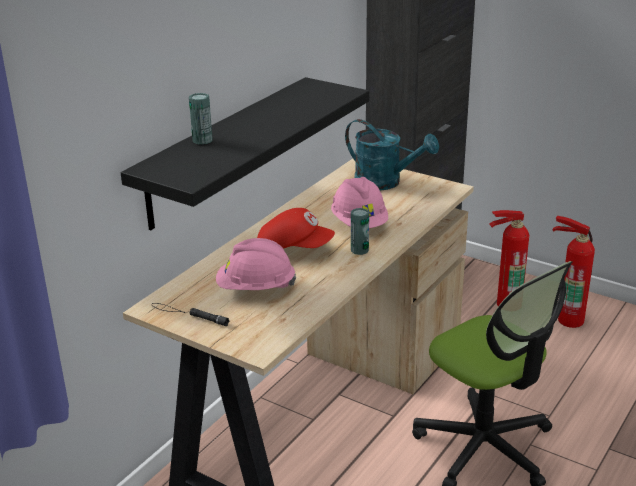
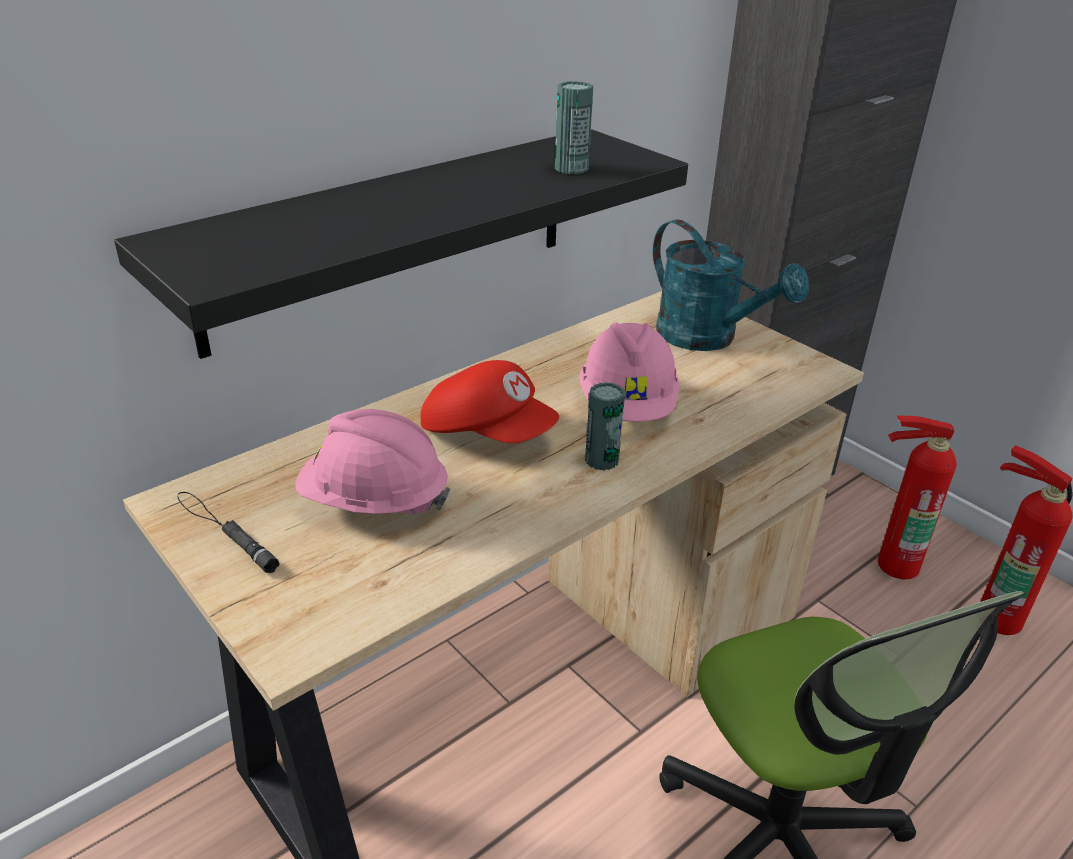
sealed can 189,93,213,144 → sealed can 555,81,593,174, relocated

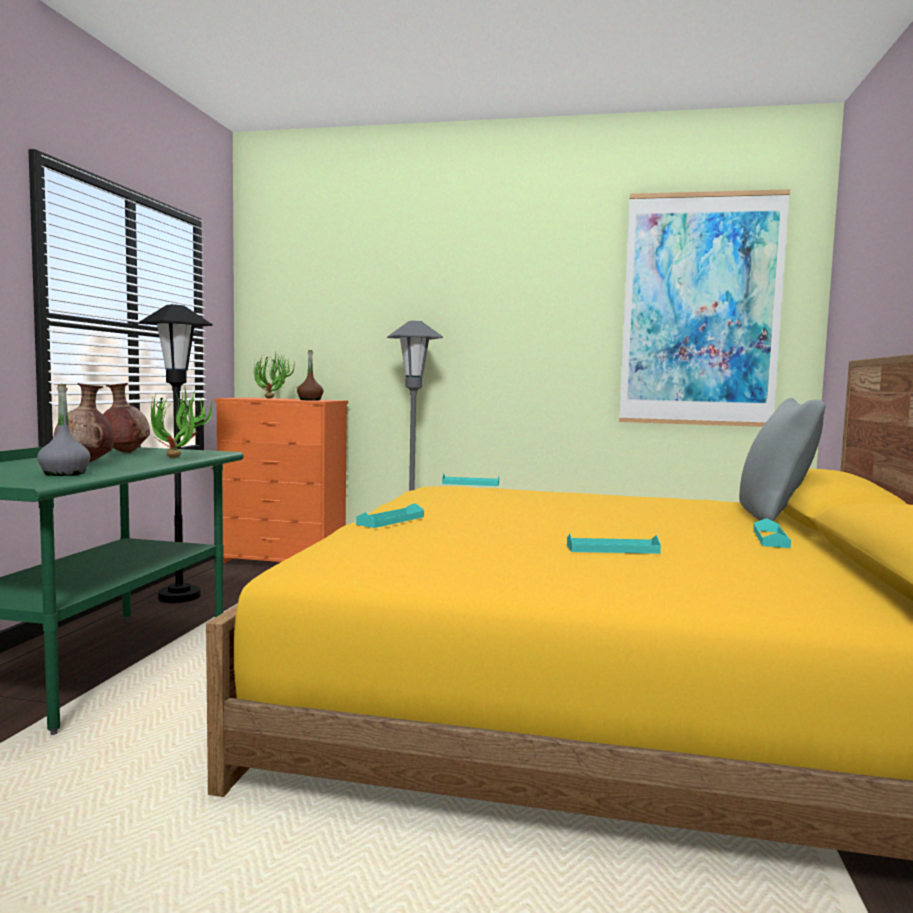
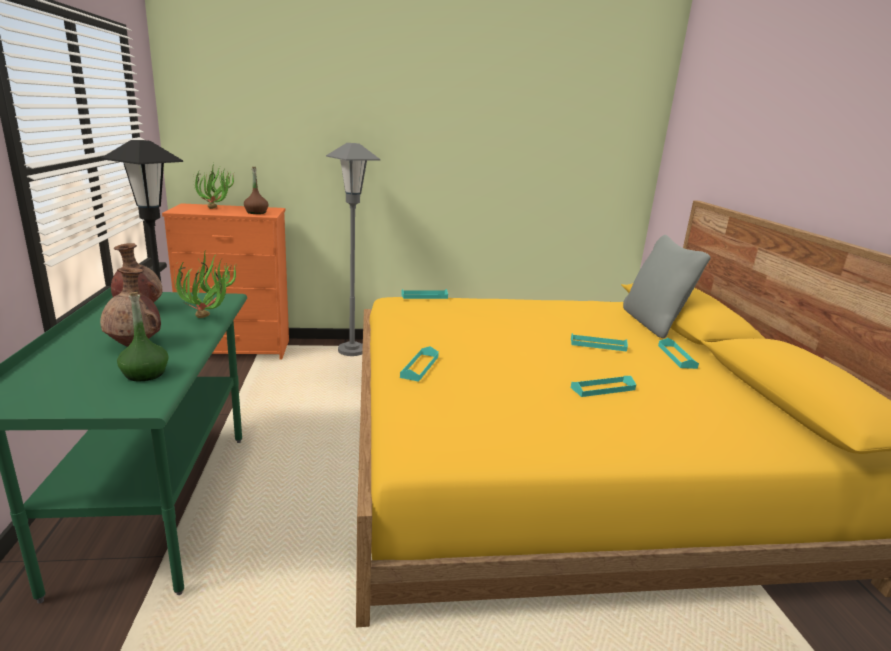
greyish bottle 37,384,91,476 → green-coloured bottle 117,292,169,381
- → turquoise tray 571,333,628,352
wall picture 619,189,790,427 → -

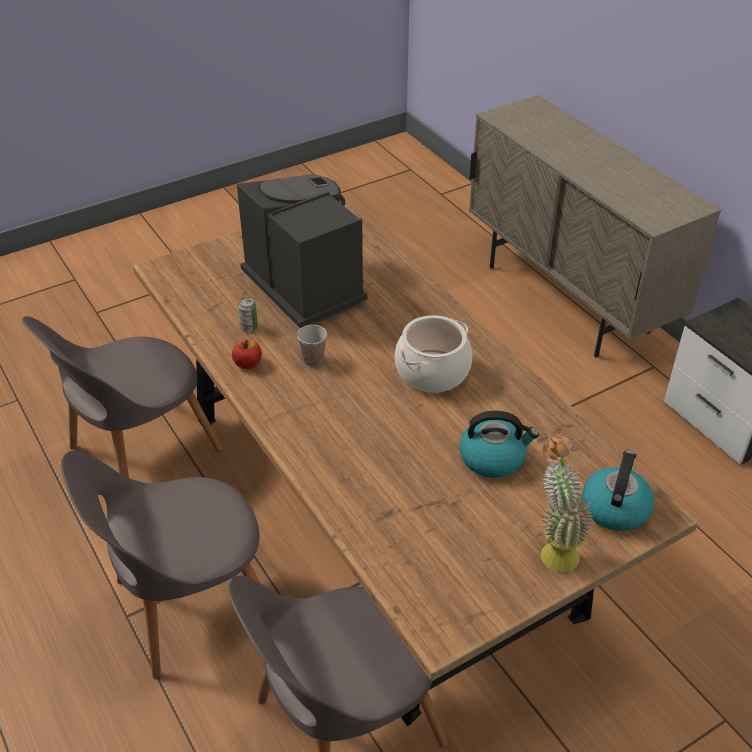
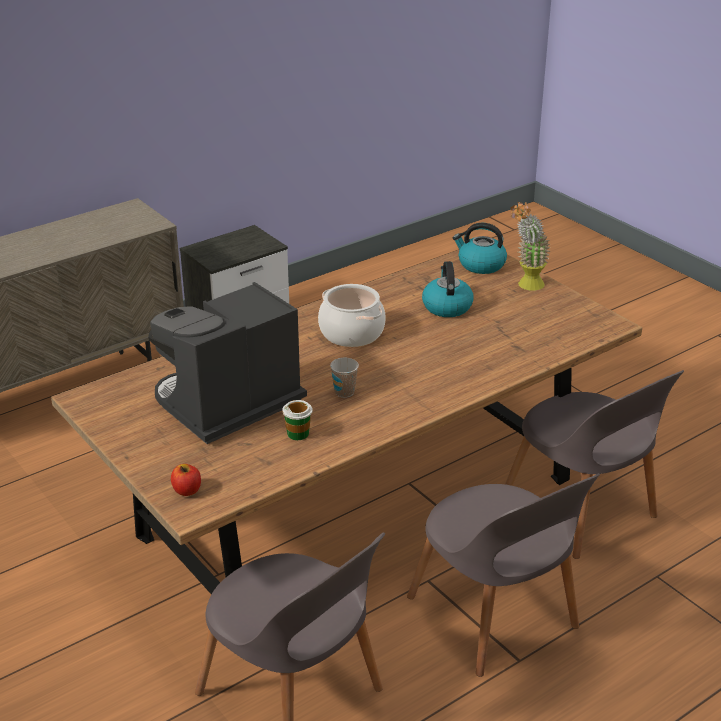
whole apple 232,340,262,369 → whole apple 171,464,201,496, relocated
sealed can 238,298,258,332 → drinking cup 282,400,313,440

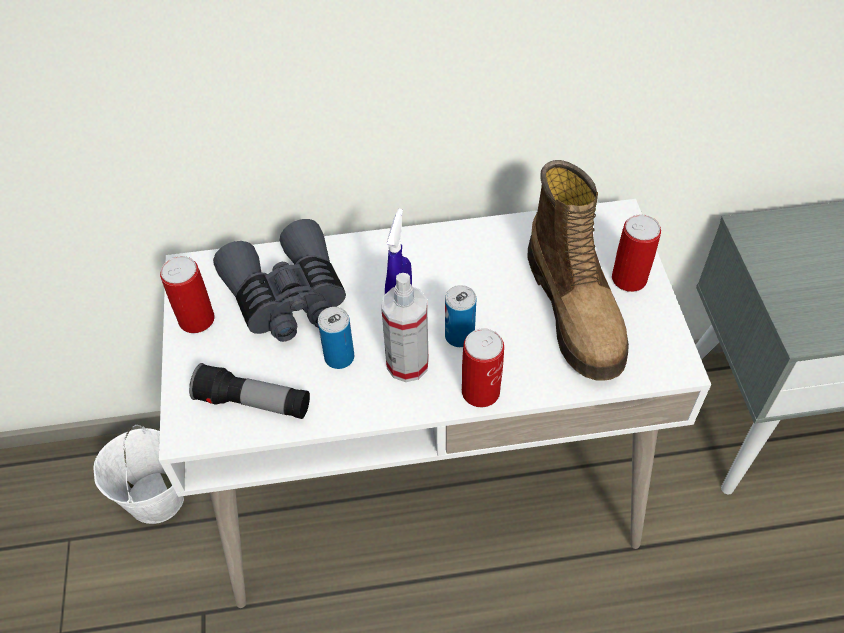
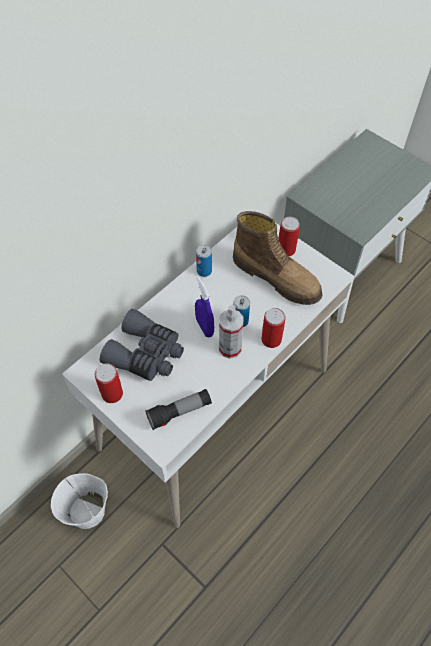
sealed can 318,307,354,369 → sealed can 196,245,212,277, relocated

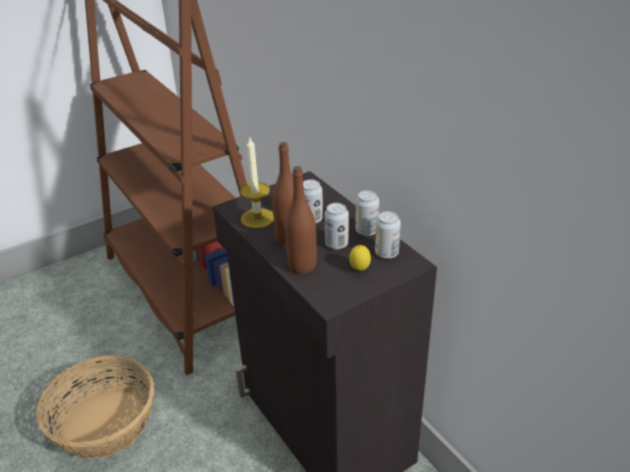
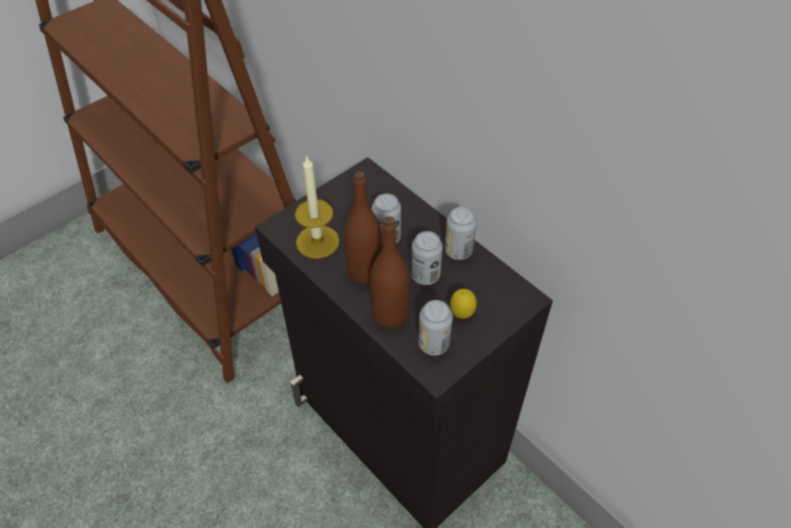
sealed can 375,211,401,259 → sealed can 418,300,453,356, relocated
storage basket 36,355,154,459 → -

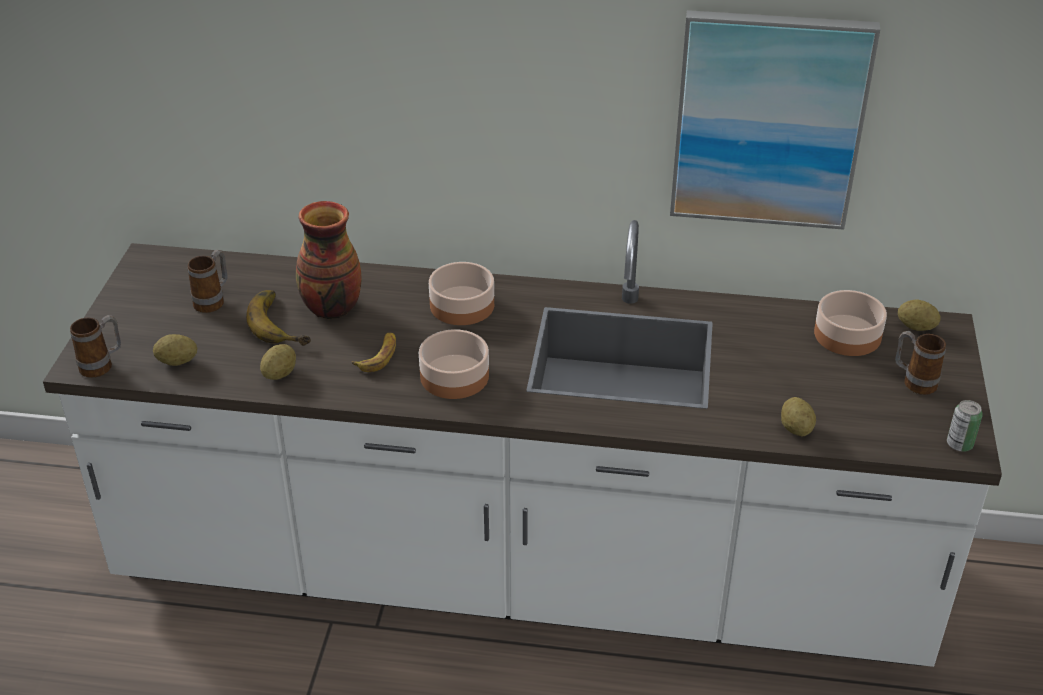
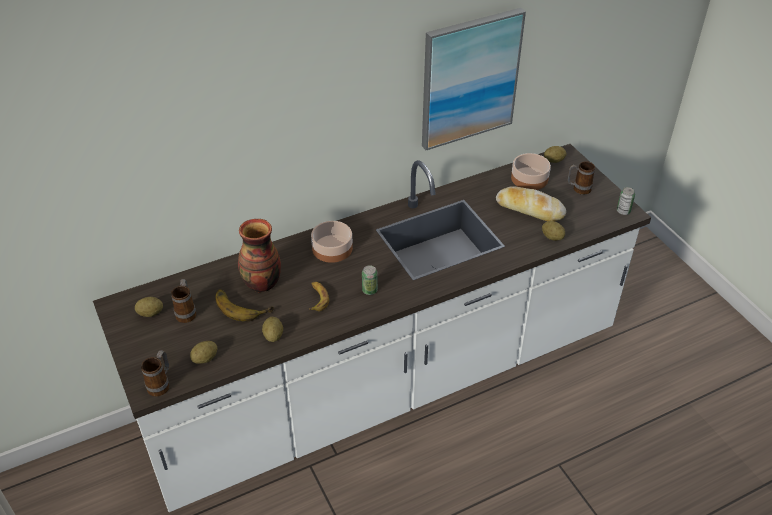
- → potato 135,297,163,317
serving bowl 419,329,489,399 → sealed can 362,265,378,295
- → bread 496,186,566,221

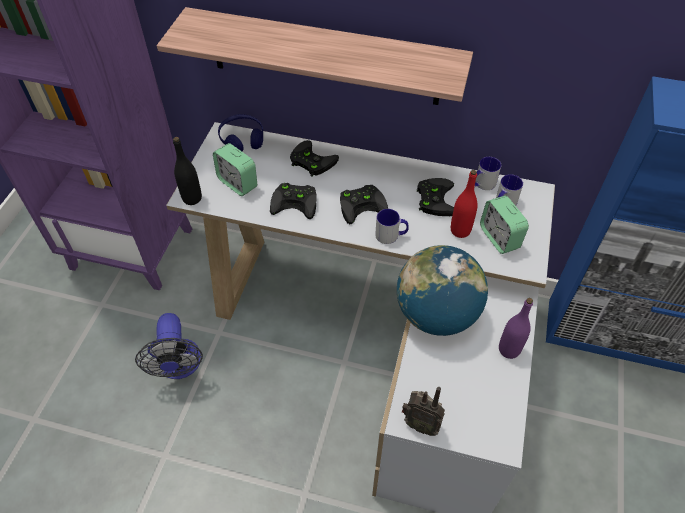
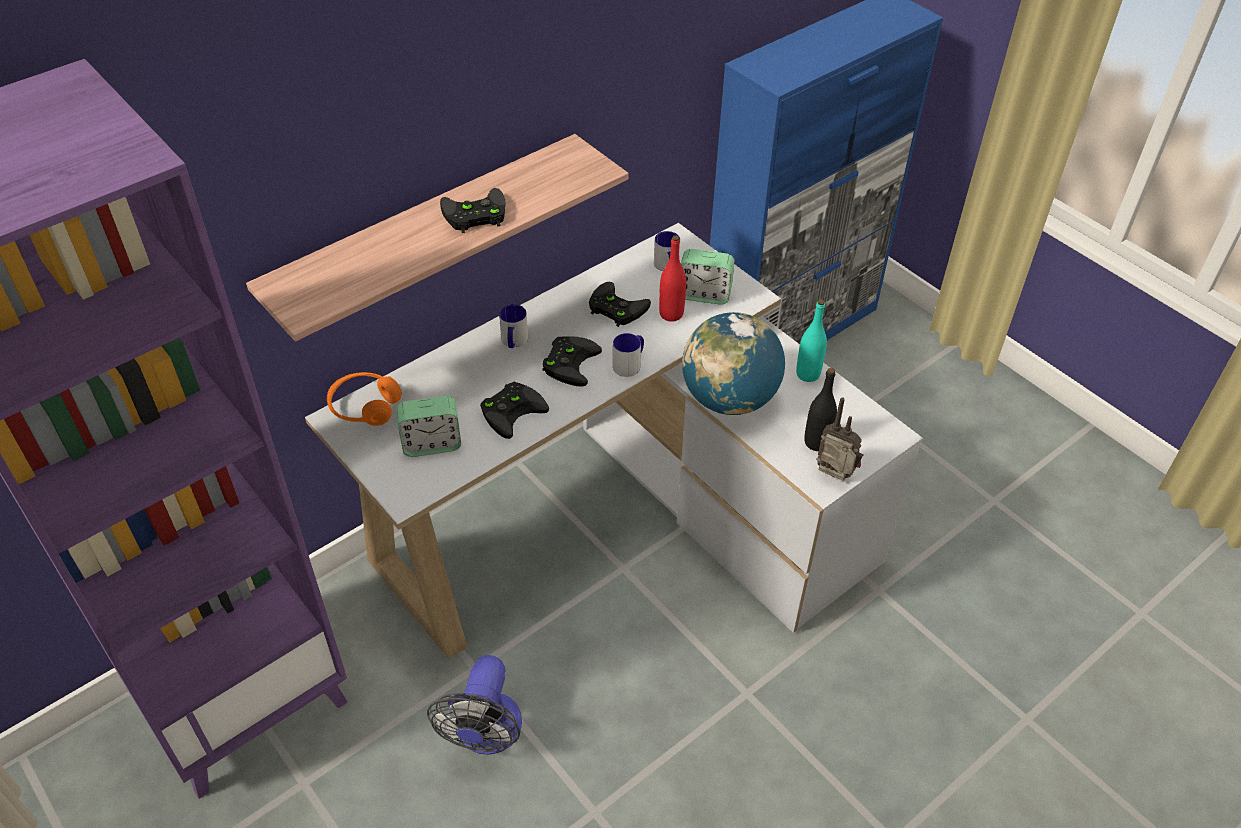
blue-coloured headset 218,114,263,151 → orange-coloured headset 327,372,402,426
fan 135,313,203,379 → fan 427,655,522,755, 75 degrees clockwise
black-coloured gamepad 290,140,339,177 → black-coloured gamepad 440,188,506,233, relocated
coffee mug 475,157,501,190 → coffee mug 499,304,528,348, relocated
purple-coloured bottle 499,298,533,359 → turquoise bottle 796,299,827,382
black-coloured bottle 173,137,202,205 → black-coloured bottle 804,368,837,451, relocated
radio 402,387,445,436 → radio 816,397,864,481, 120 degrees counterclockwise

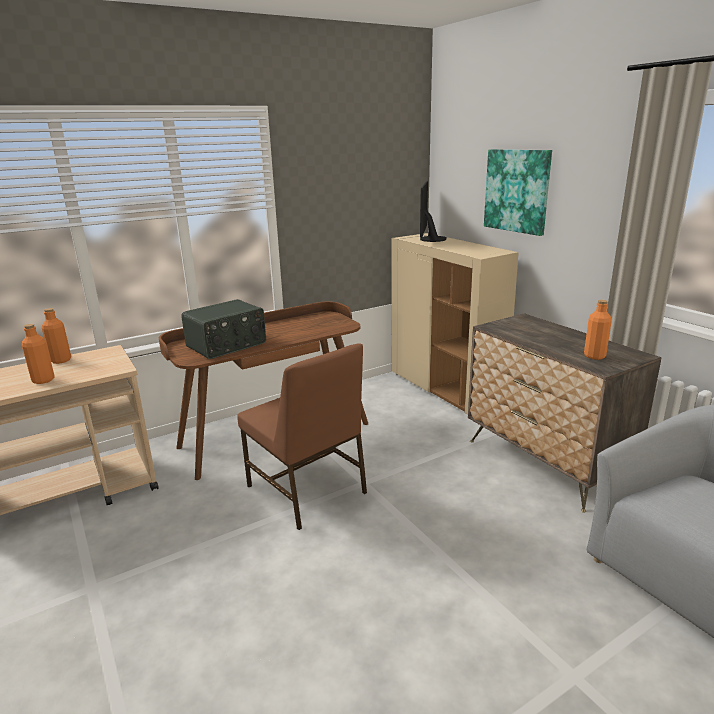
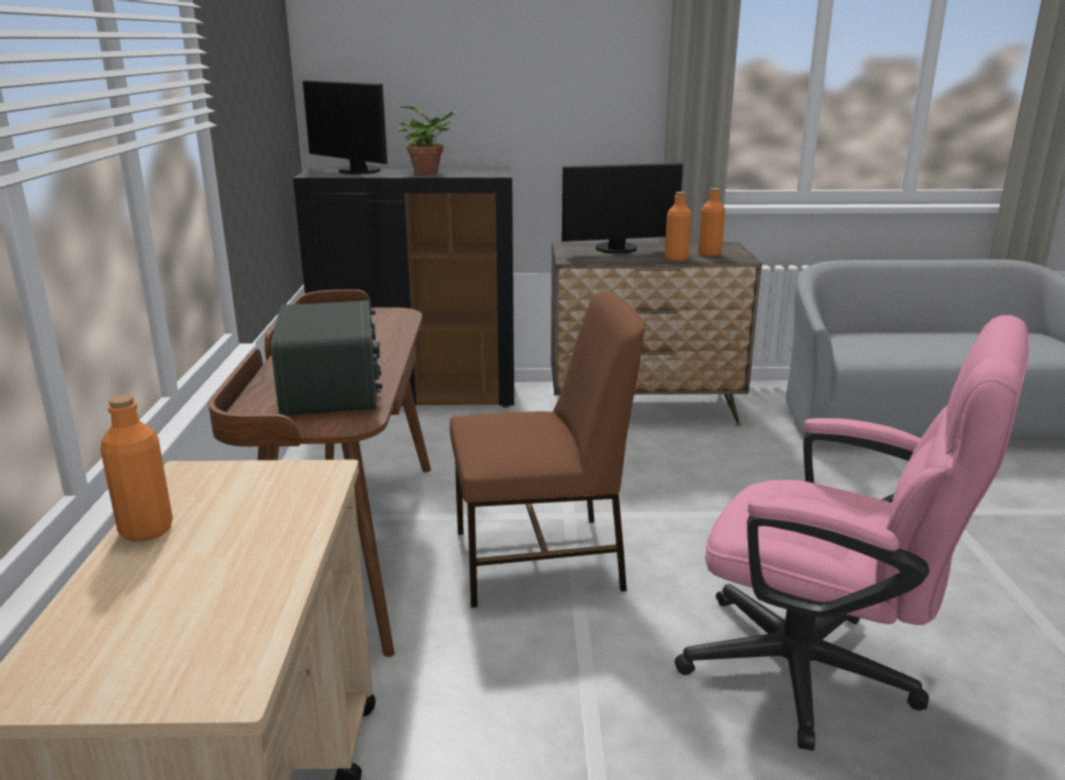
sand-coloured cabinet 391,233,519,415 → black-coloured cabinet 293,167,514,408
- → plant in a pot 398,106,458,175
- → computer screen 562,163,683,253
orange-coloured bottle 22,324,55,384 → orange-coloured bottle 665,192,692,262, relocated
- → pink office chair 675,315,1029,751
wall picture 484,149,552,236 → -

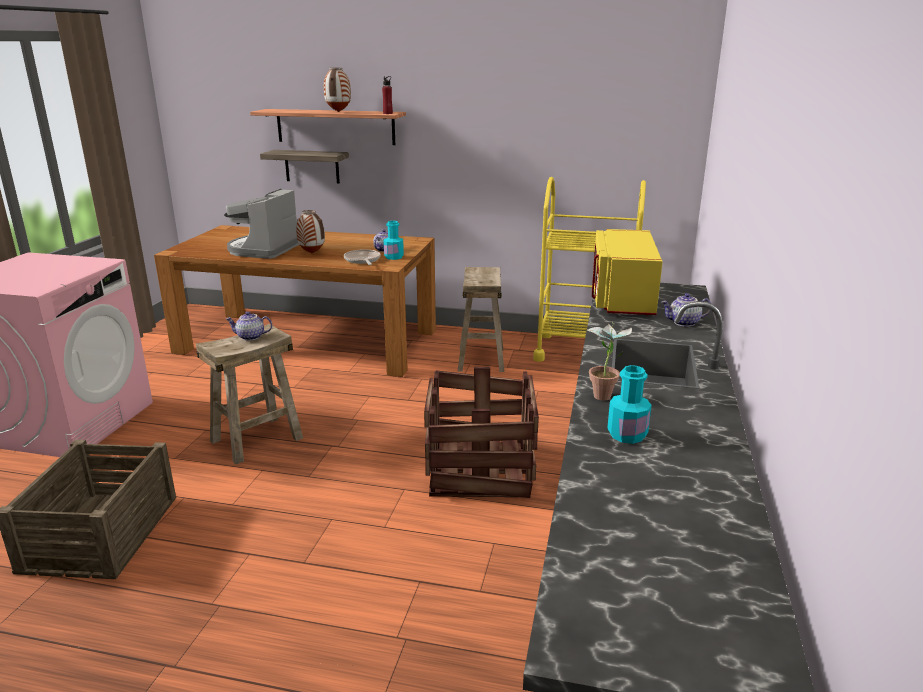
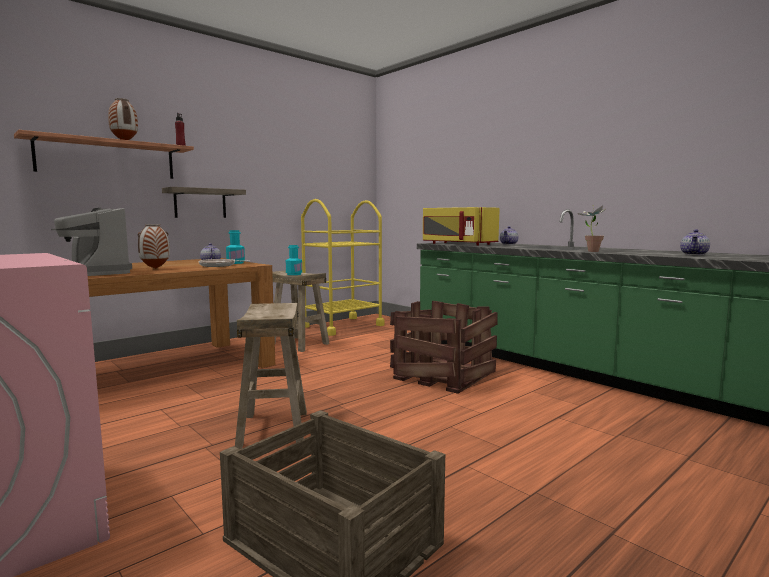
shelf 260,150,349,183 → shelf 162,187,246,218, relocated
turquoise bottle 607,365,652,444 → turquoise bottle 286,245,302,275, relocated
teapot 226,312,272,341 → teapot 680,229,710,255, relocated

